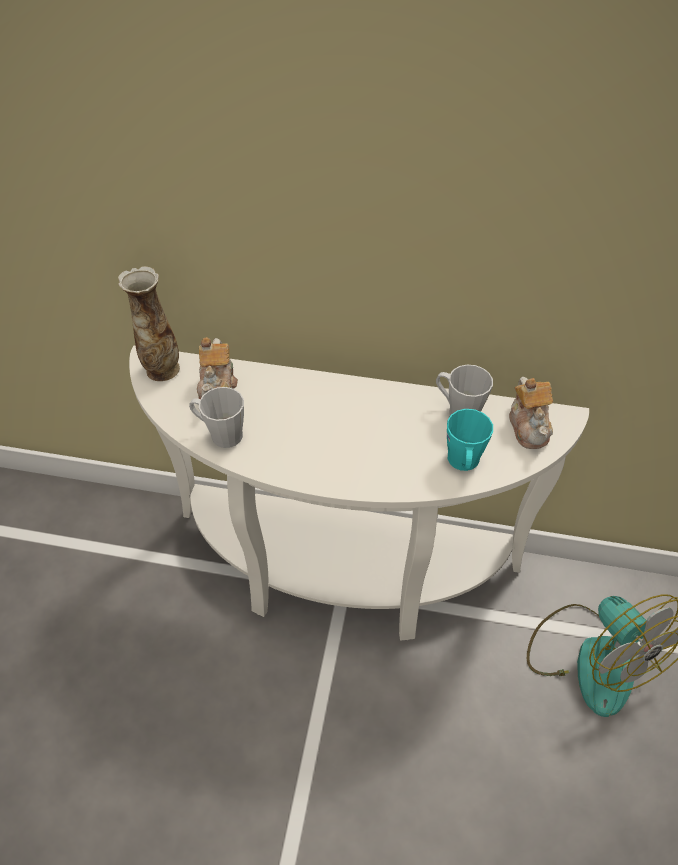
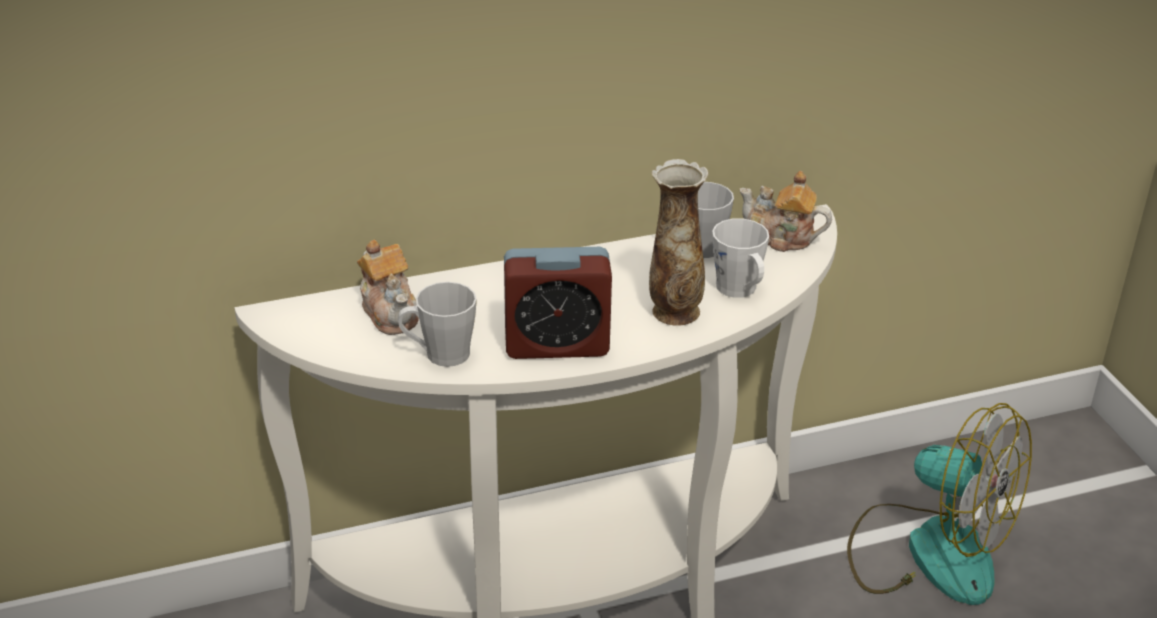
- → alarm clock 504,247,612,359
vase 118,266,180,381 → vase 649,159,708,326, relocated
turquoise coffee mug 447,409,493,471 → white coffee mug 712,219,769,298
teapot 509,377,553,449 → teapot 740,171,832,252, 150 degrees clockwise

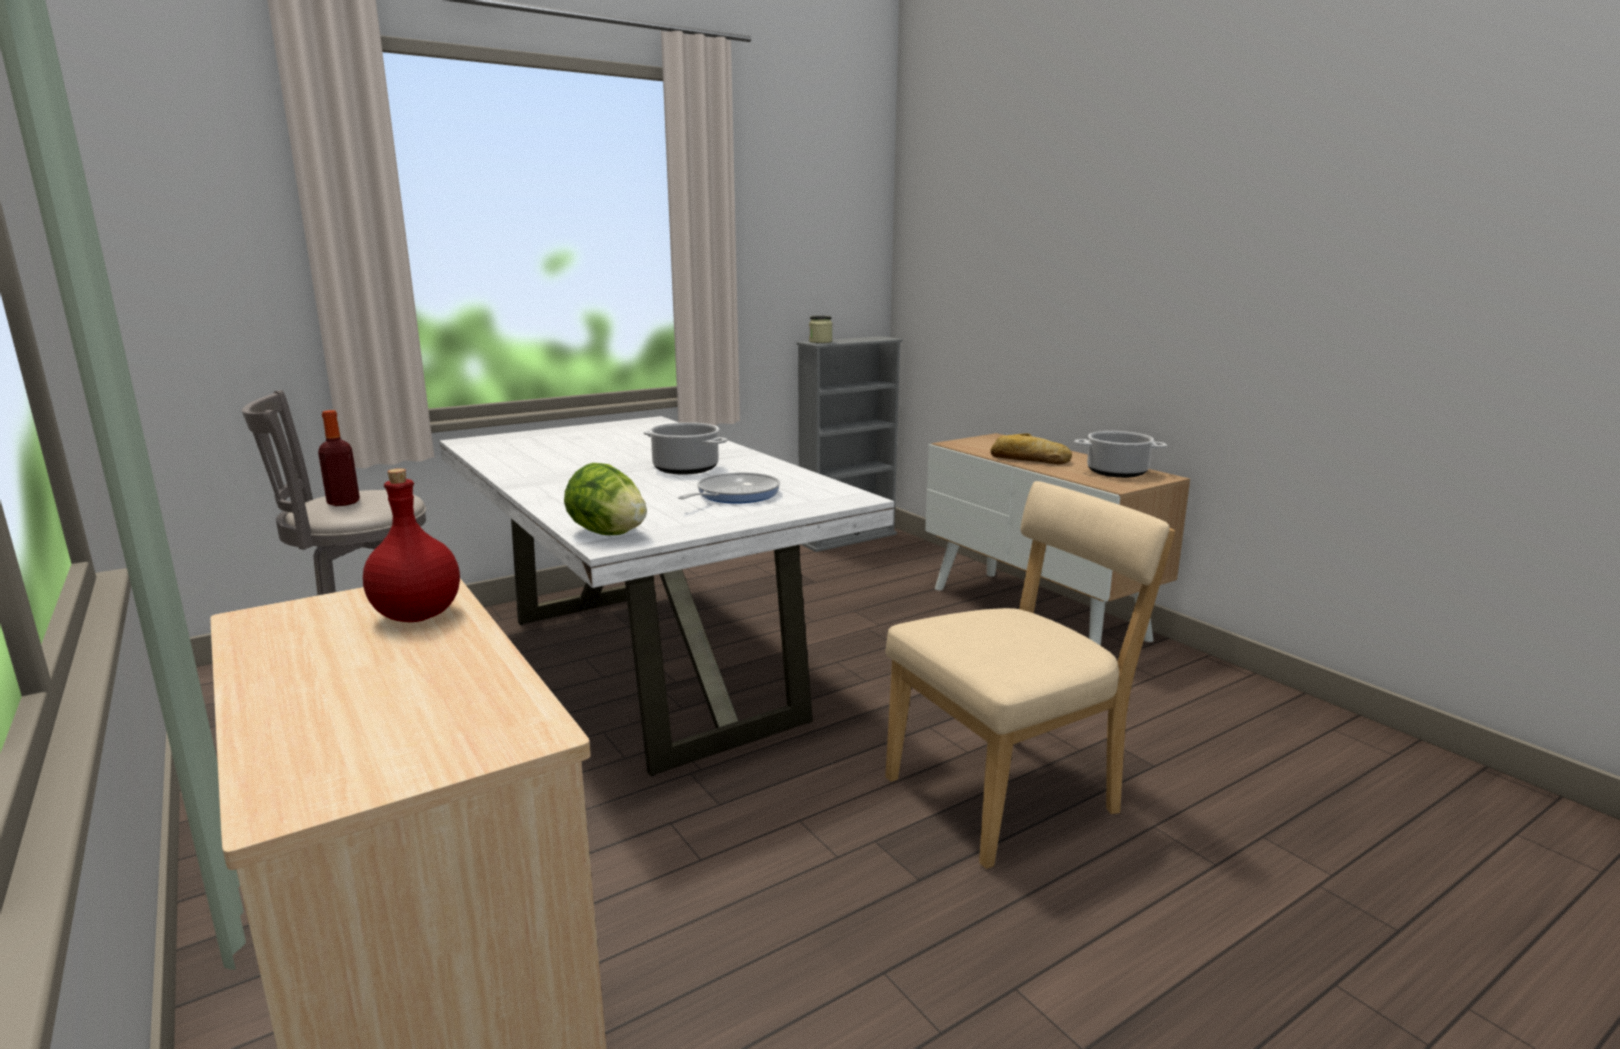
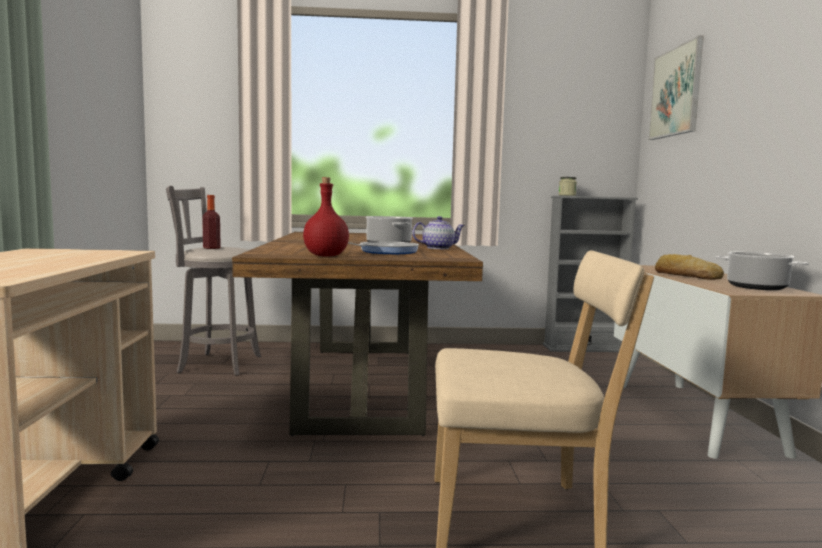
white dining table 439,416,894,776 → brown dining table 232,232,483,436
reddish bottle 363,468,460,622 → reddish bottle 303,177,349,257, relocated
- → teapot 412,216,465,249
- → wall picture 648,35,704,140
head of lettuce 564,463,647,535 → -

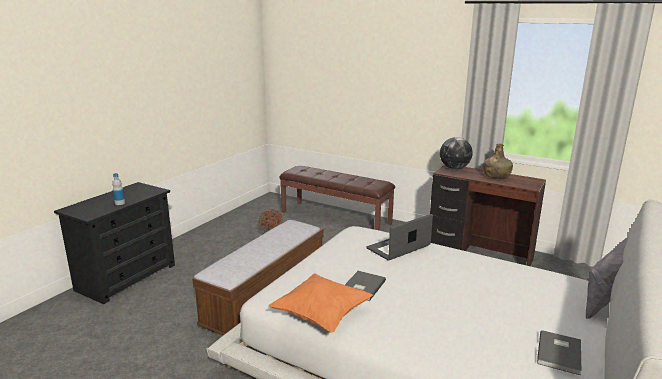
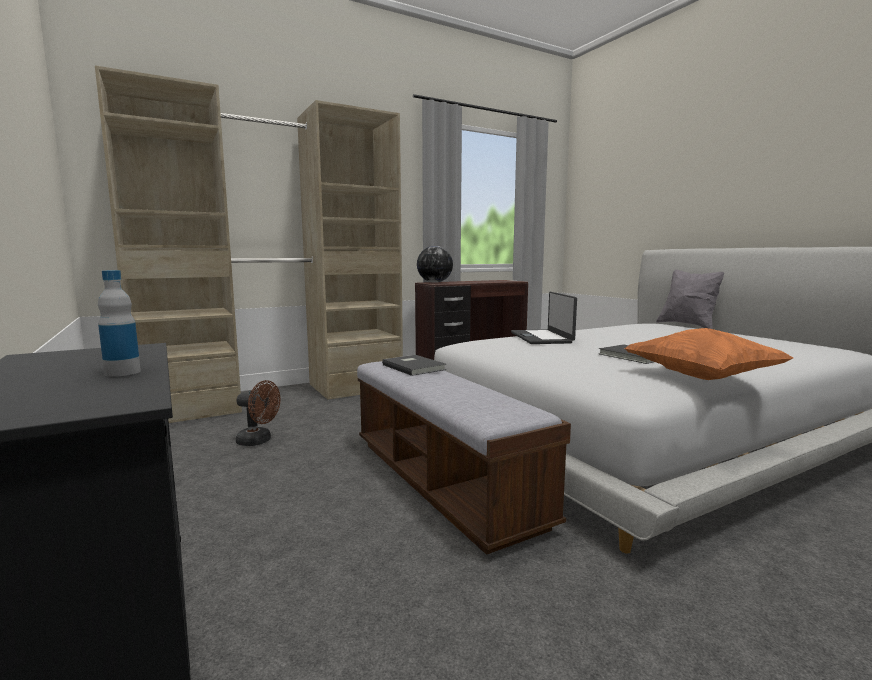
brown long seat 279,166,395,231 → sand-coloured clothes cupboard 95,66,403,423
greyish bound book 537,330,581,375 → greyish bound book 382,355,446,376, relocated
green-coloured bottle 483,144,513,179 → -

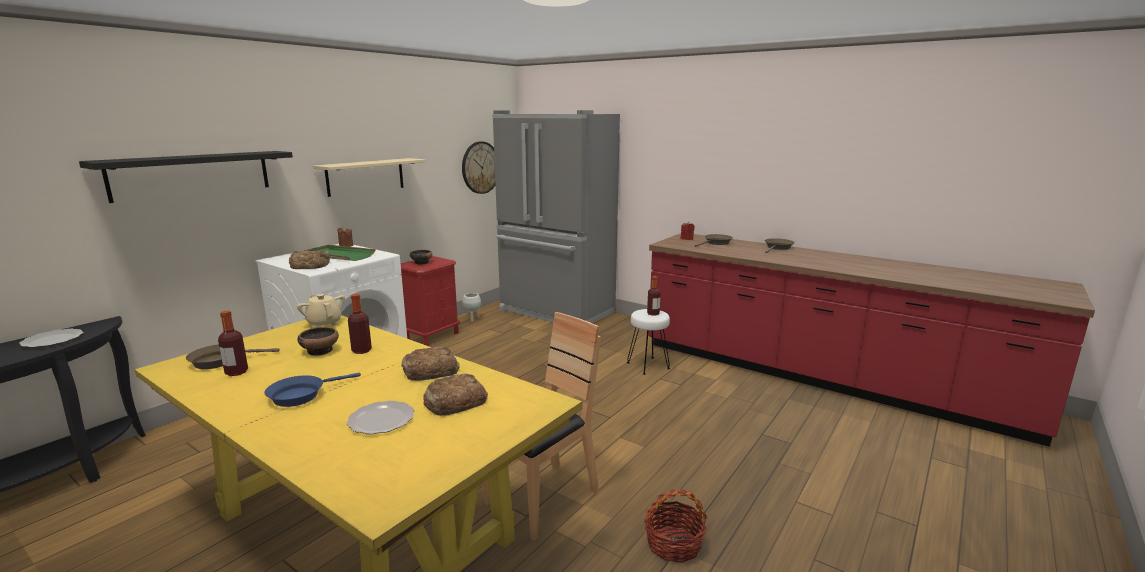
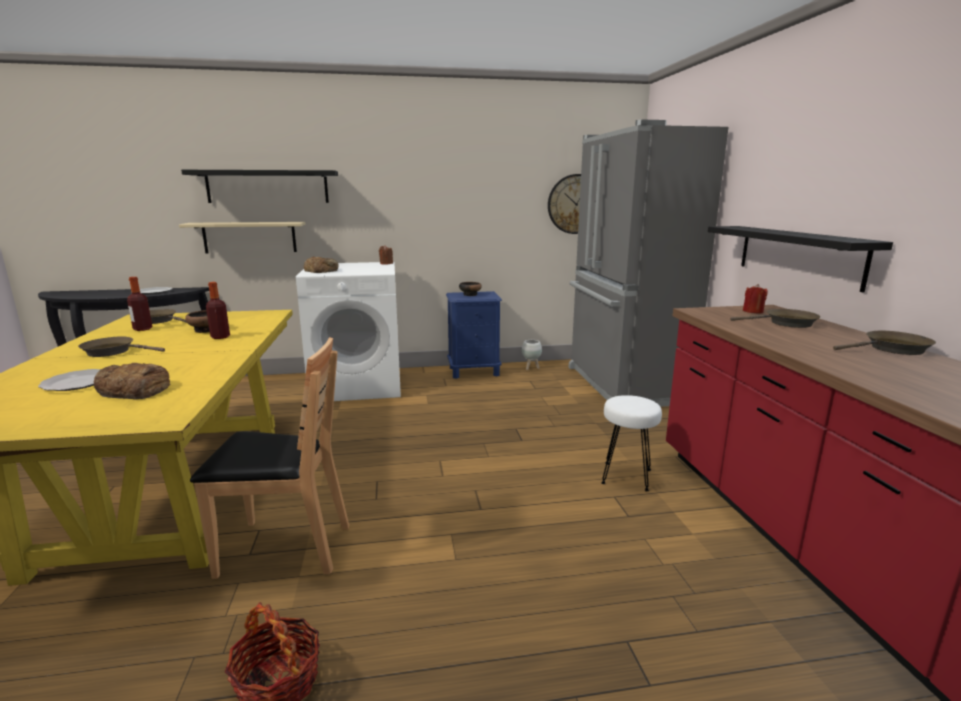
blue-coloured pan 264,373,361,407 → brown pan 78,336,165,357
sand-coloured shelf 313,158,426,197 → sand-coloured shelf 179,222,305,254, relocated
reddish night table 401,256,460,346 → blue-coloured night table 446,291,502,379
- → black-coloured shelf 708,226,893,293
sand-coloured teapot 297,294,345,328 → -
green-coloured tray 304,245,376,261 → -
bread 401,347,460,381 → -
bottle 647,276,660,316 → -

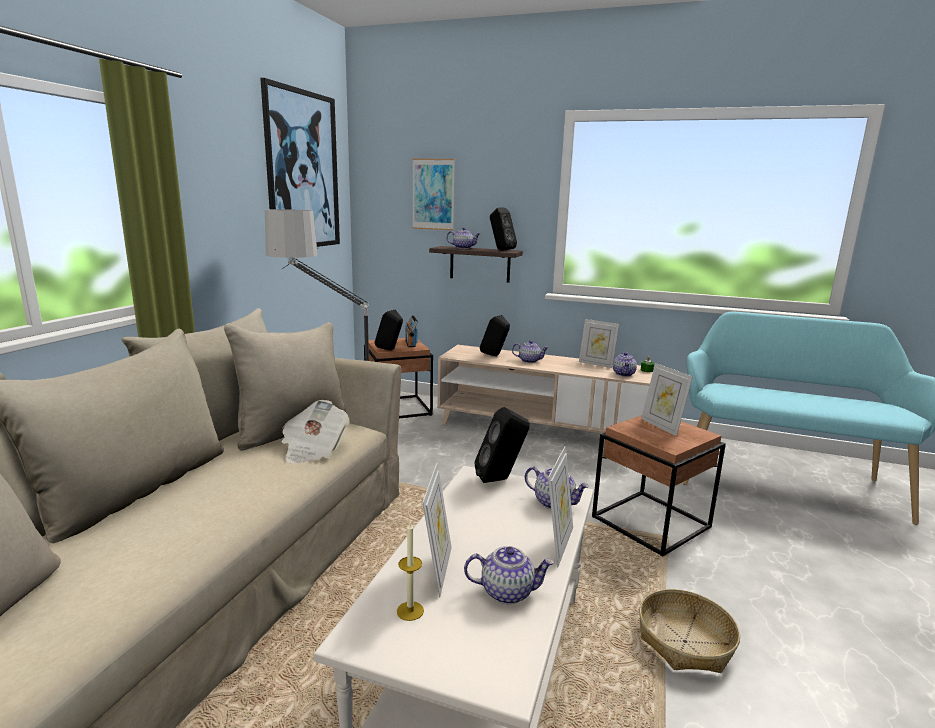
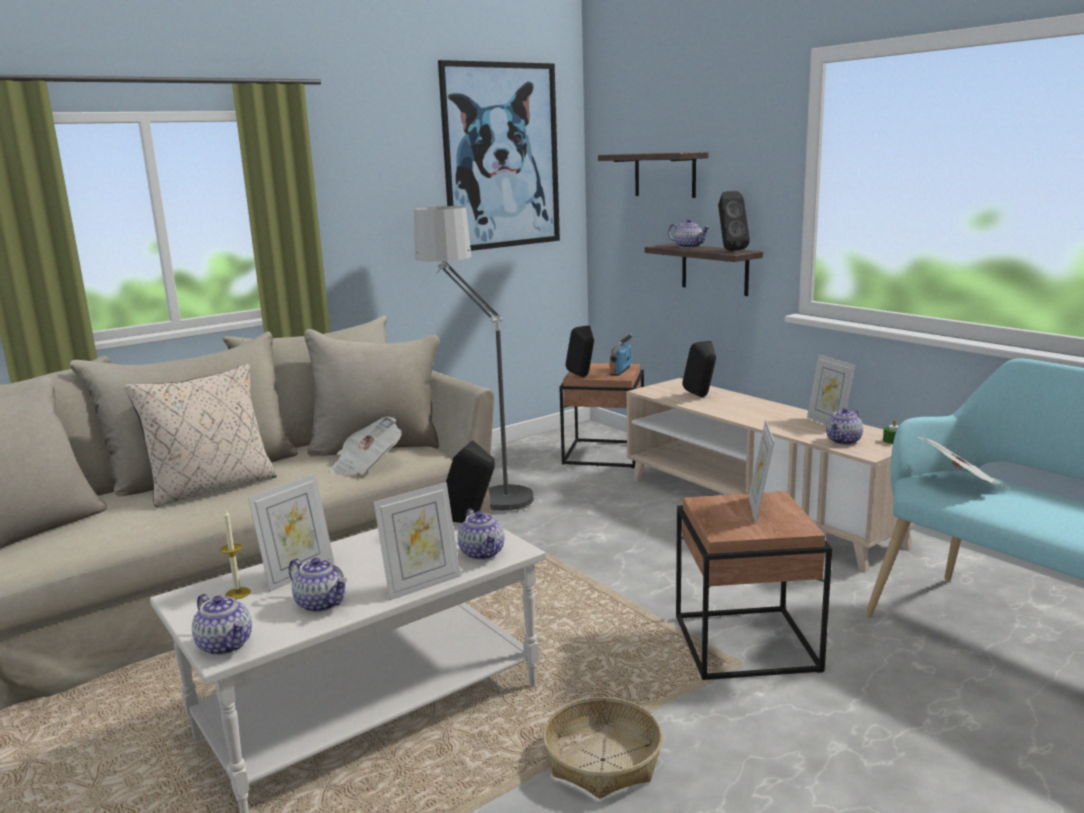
- → sand-coloured cushion 124,364,277,507
teapot 512,340,549,363 → teapot 192,594,252,655, relocated
wall picture 412,158,455,230 → shelf 598,152,708,198
- → daily paper 917,437,1012,489

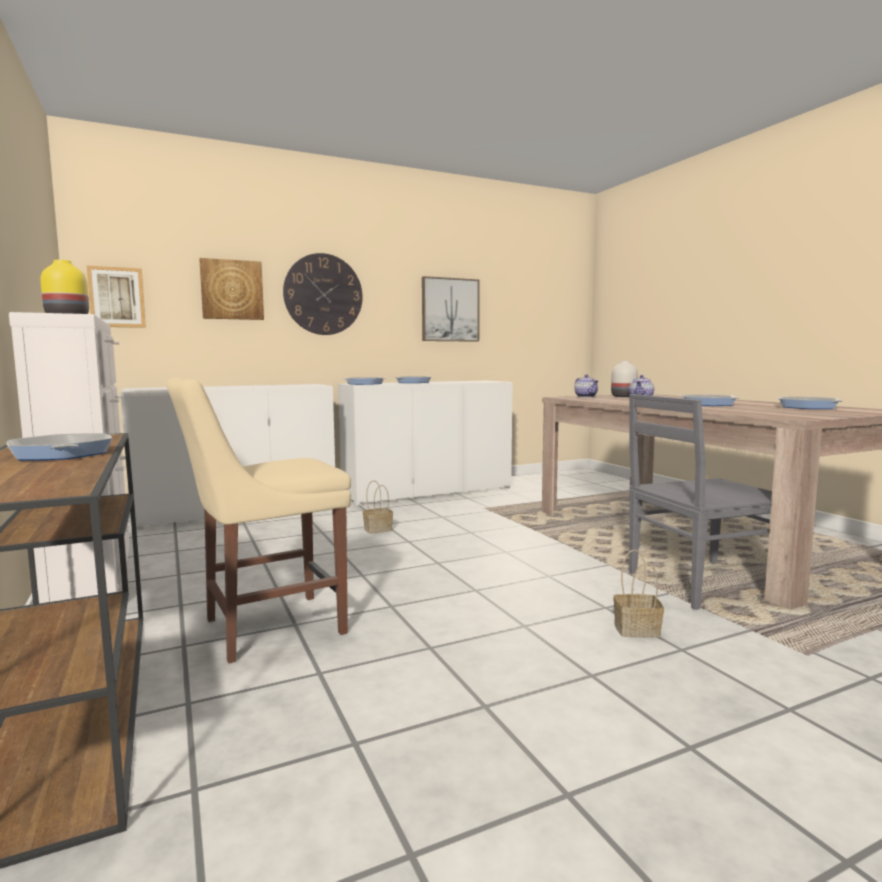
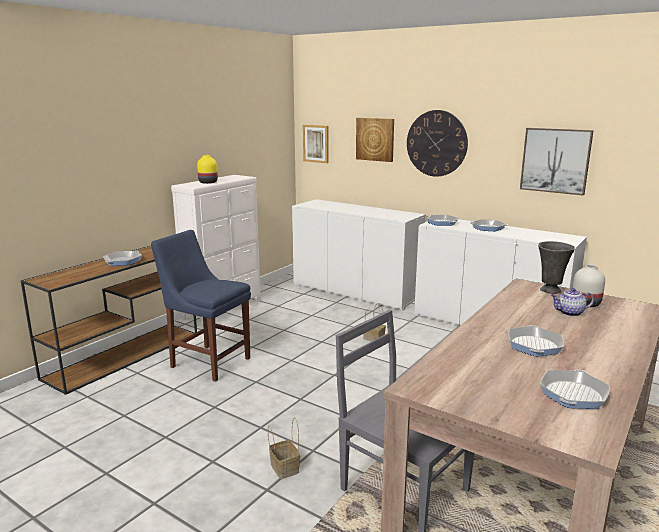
sand-coloured plain chair 167,377,351,664 → blue-coloured plain chair 151,230,251,382
teapot 575,374,598,397 → greyish vase 538,241,575,294

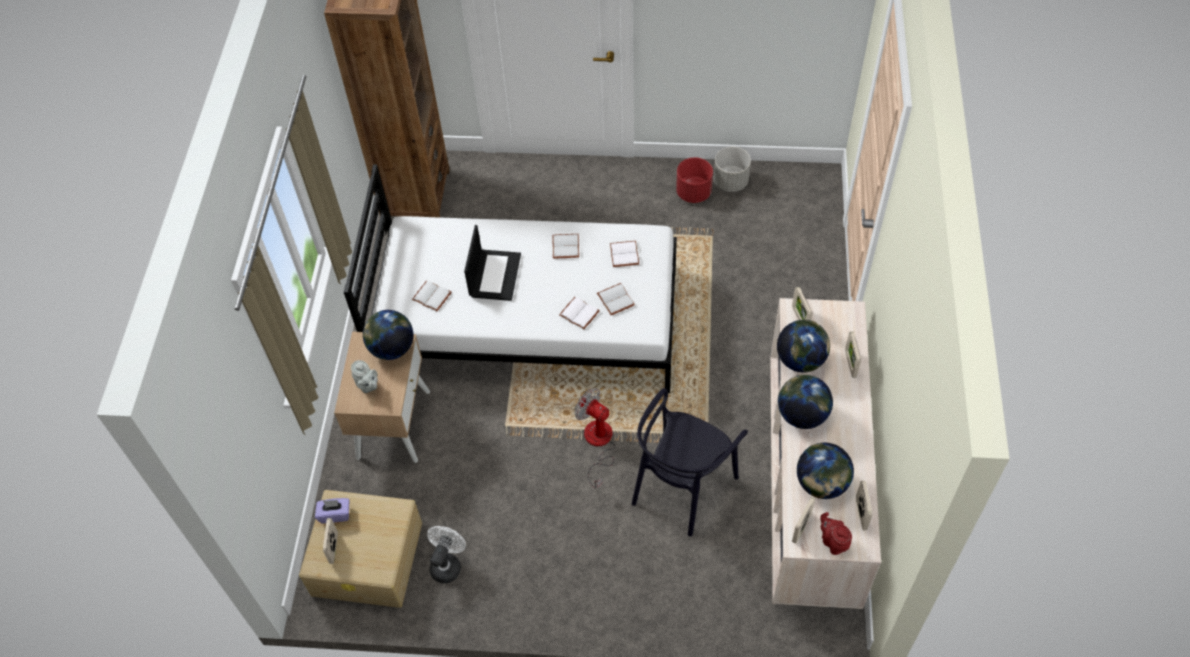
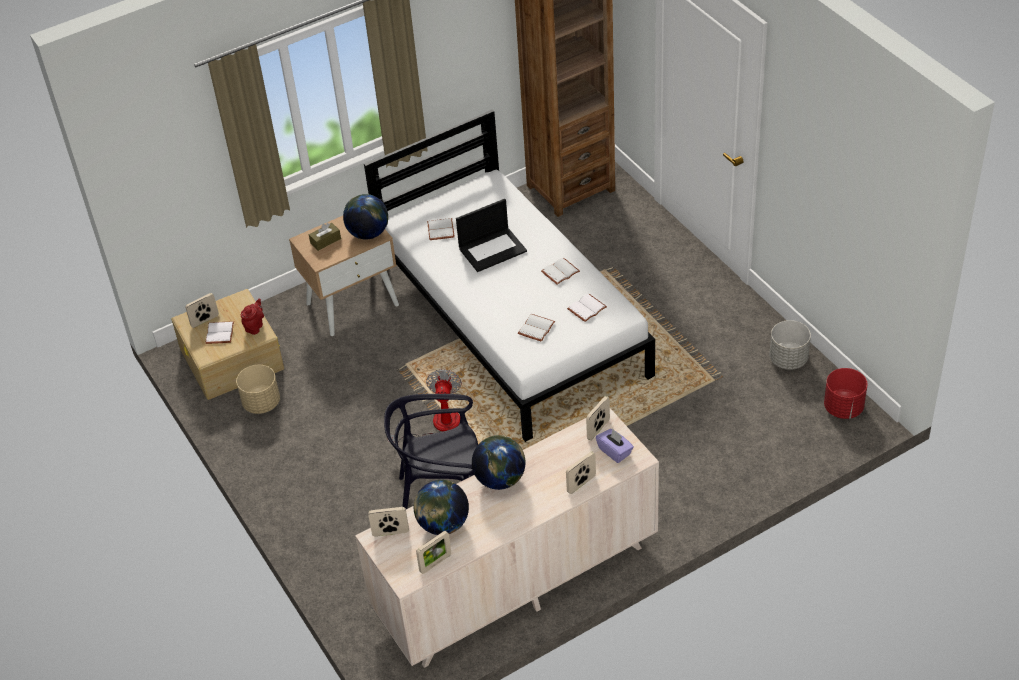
white bound book 559,297,600,329 → white bound book 206,321,234,344, relocated
white fan 427,526,466,583 → sand-coloured planter 236,365,280,414
reddish teapot 820,512,852,555 → reddish teapot 241,298,264,335, relocated
greyish teapot 351,360,378,393 → brown tissue box 309,223,341,251
purple-coloured tissue box 315,498,349,523 → purple-coloured tissue box 596,429,634,463, relocated
reddish planter 676,157,713,203 → reddish planter 824,368,868,419, relocated
globe 777,319,830,373 → -

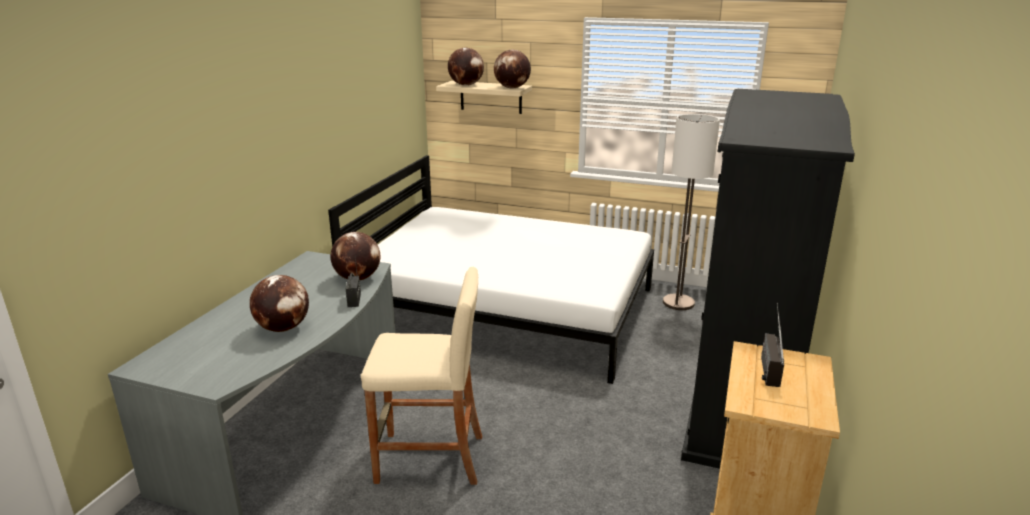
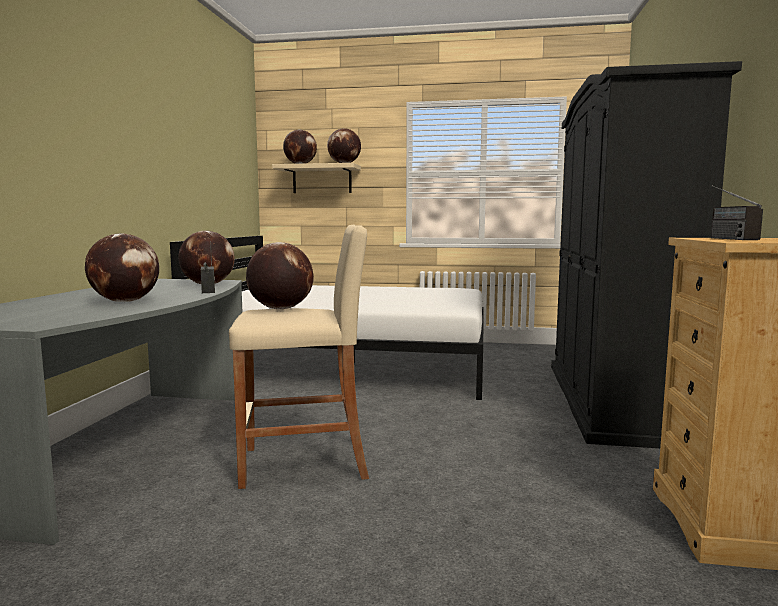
- → globe 246,242,314,309
standing lamp 663,114,720,310 → -

